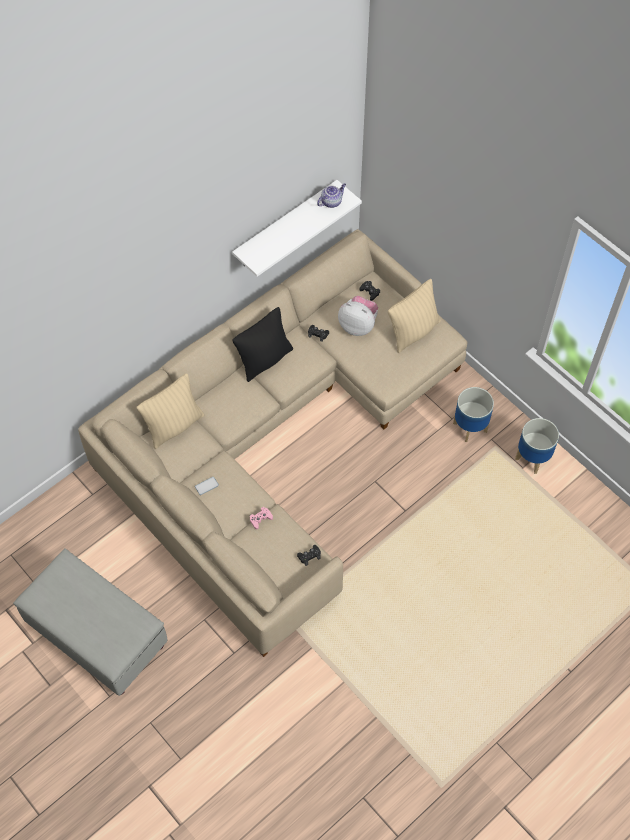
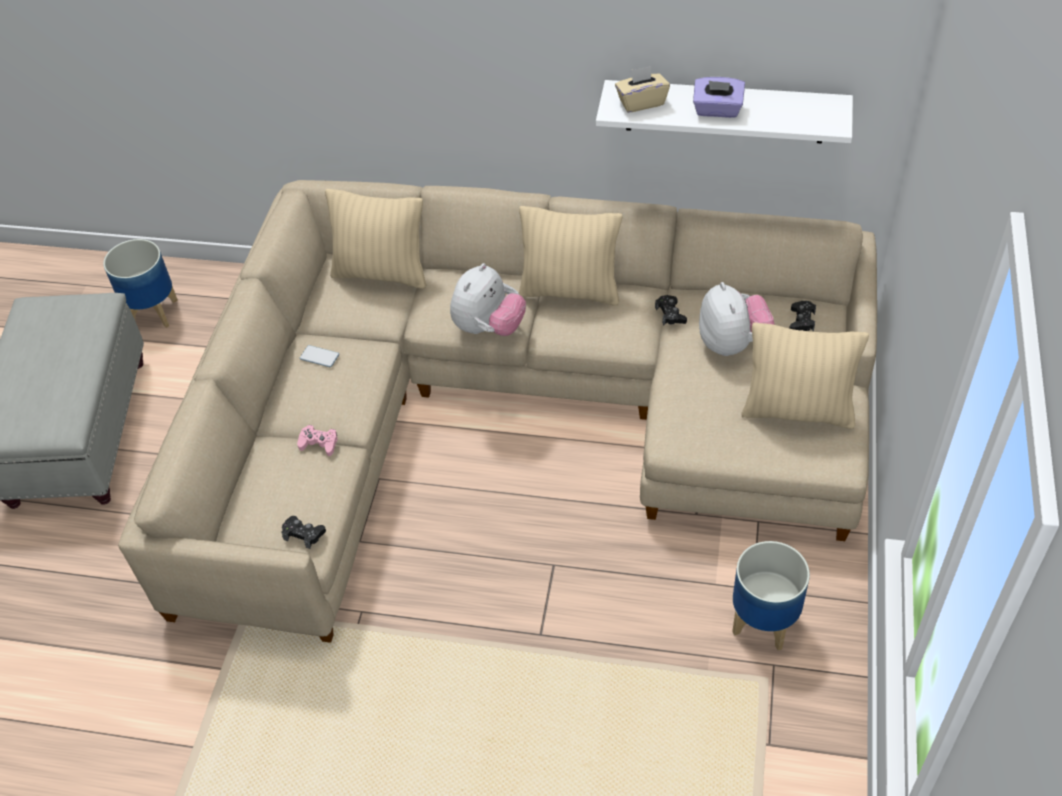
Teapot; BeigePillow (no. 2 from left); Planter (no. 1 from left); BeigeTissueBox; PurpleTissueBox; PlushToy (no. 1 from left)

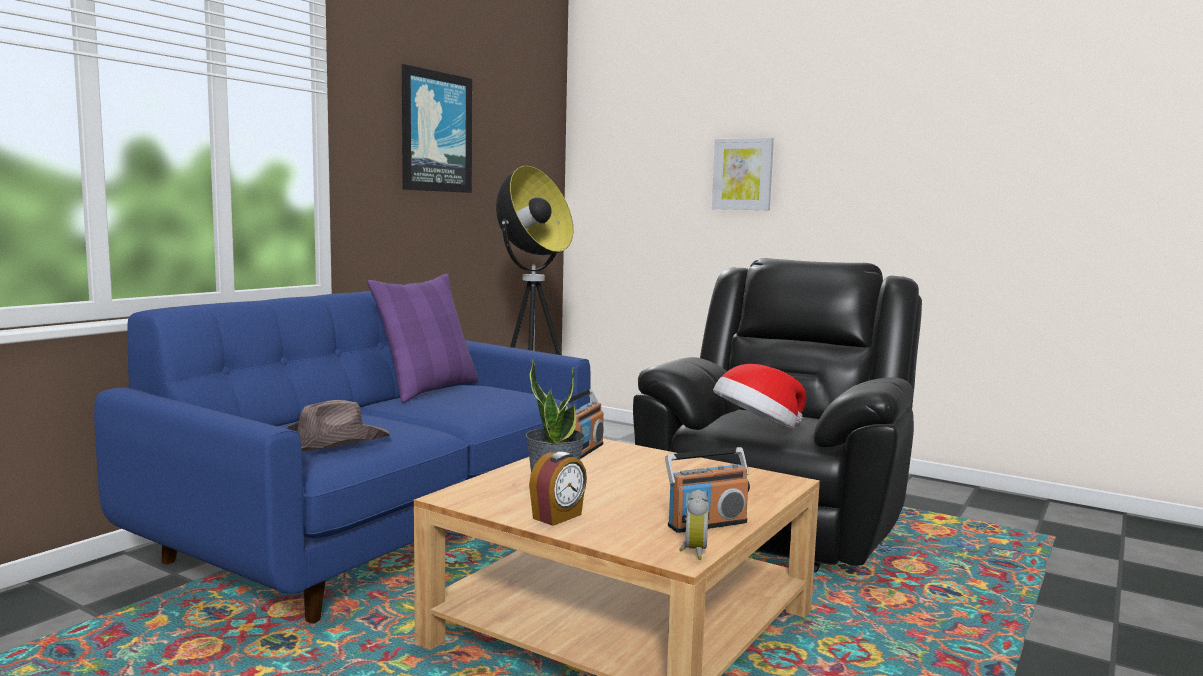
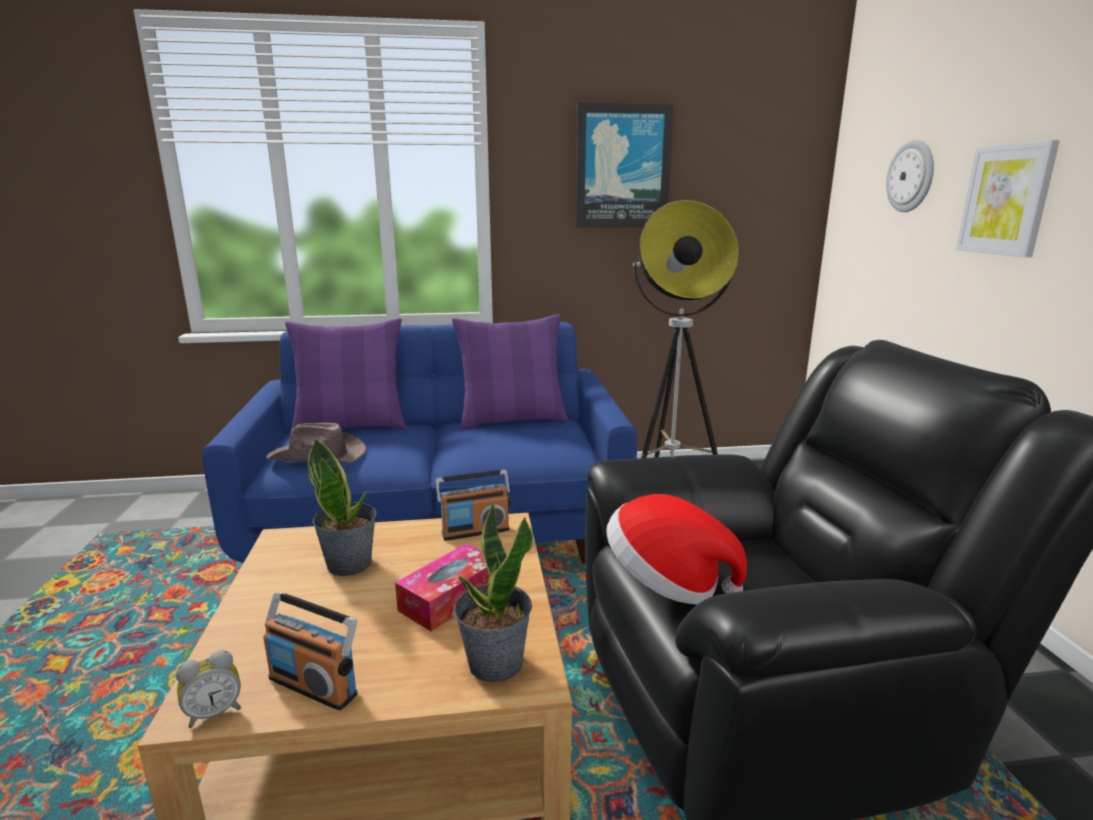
AlarmClock (no. 1 from left in the first image); WallClock; PurplePillow (no. 1 from left); PottedPlant (no. 2 from left); TissueBox

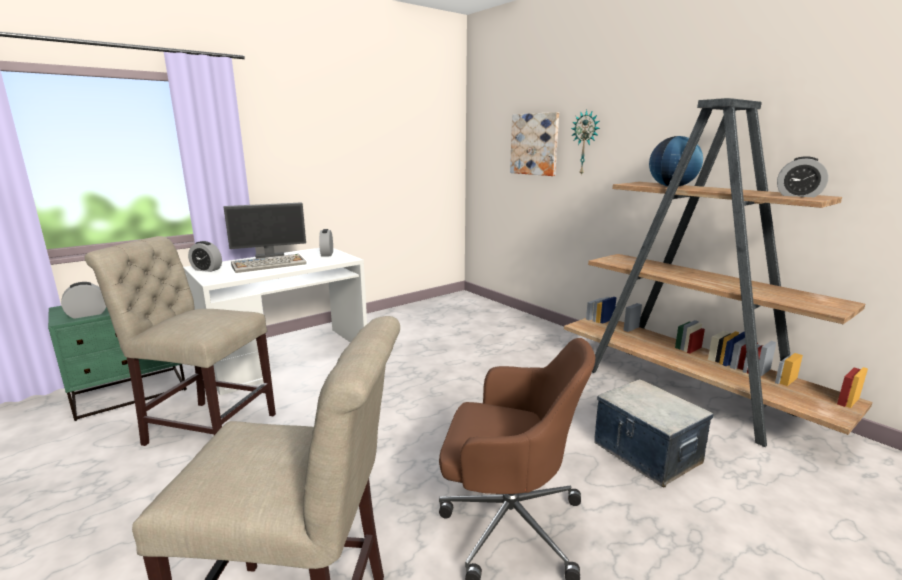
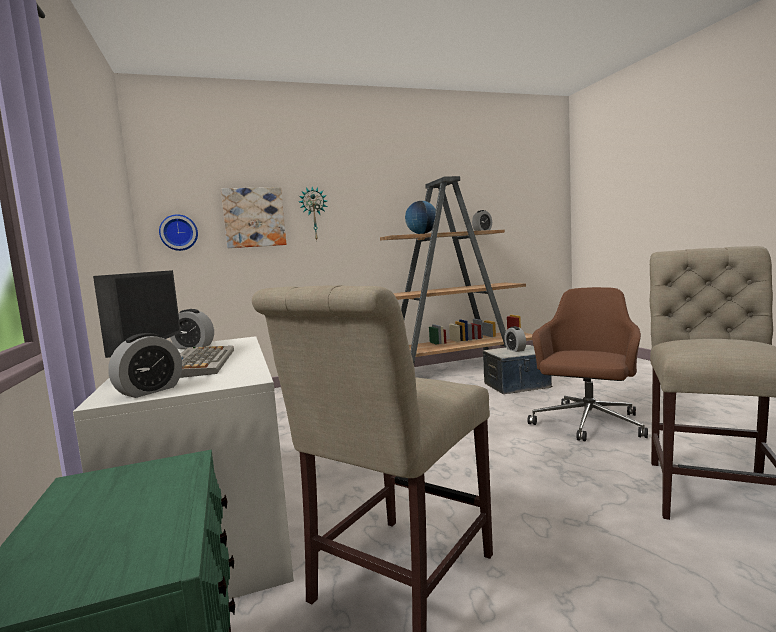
AlarmClock (no. 4 from left); WallClock (no. 1 from left)

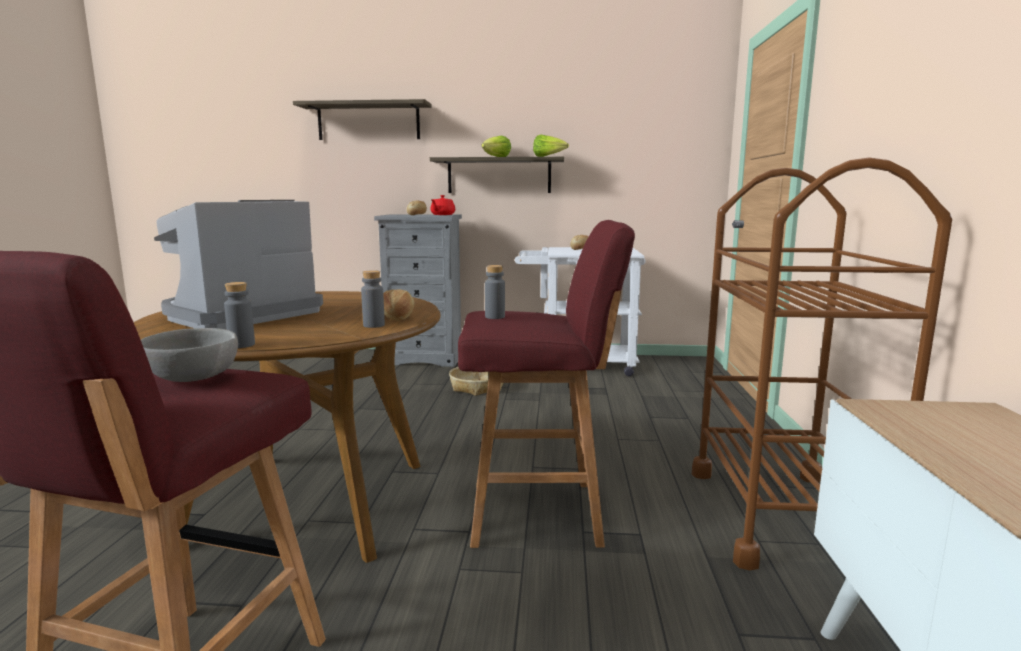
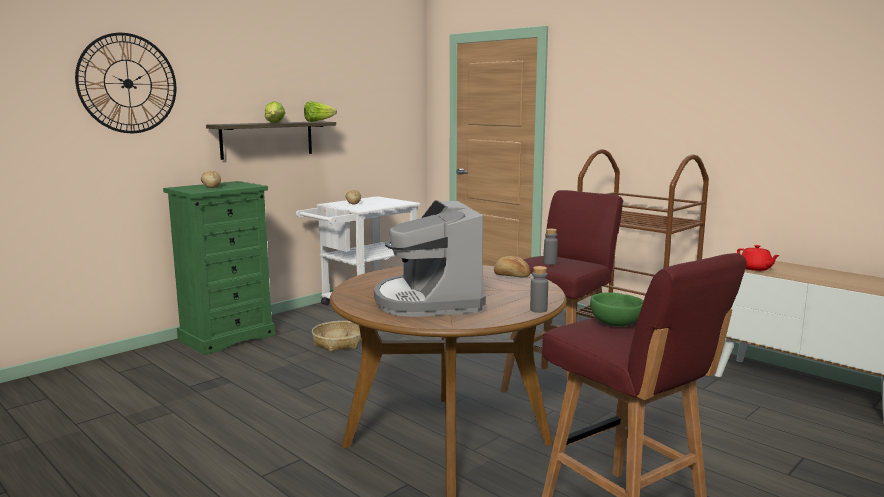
WallClock; RedTeapot; GreenDresser; GreyBottle (no. 2 from left in the first image); GreenBowl

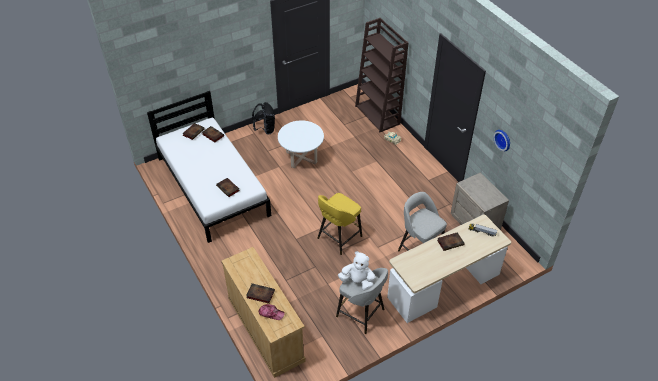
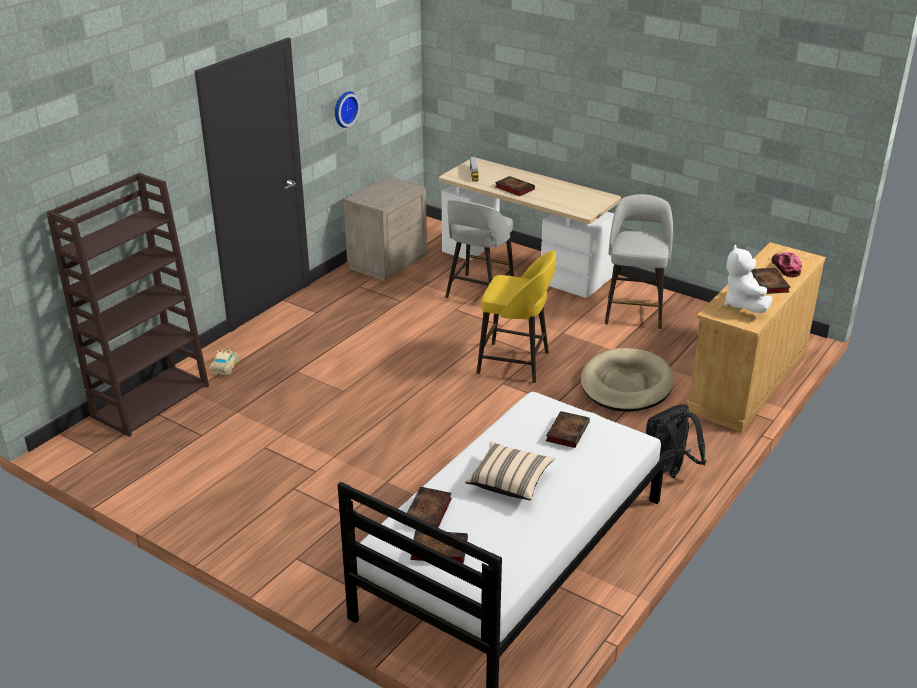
BlackBackpack; WhiteCoffeeTable; WhitePlushToy; BeigeDogBed; BeigePillow

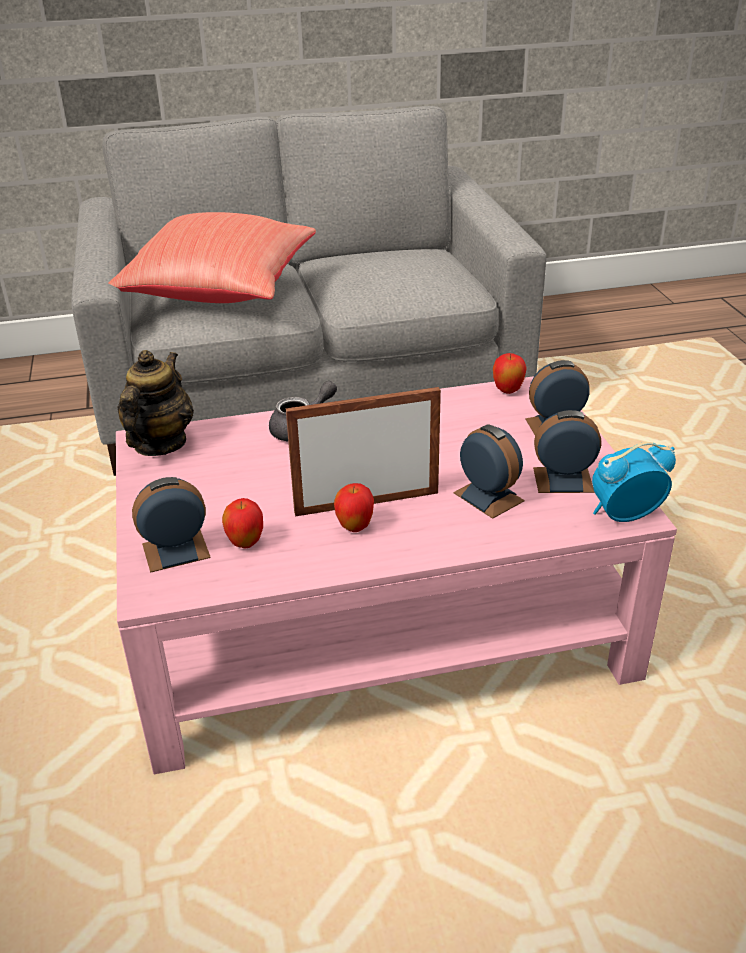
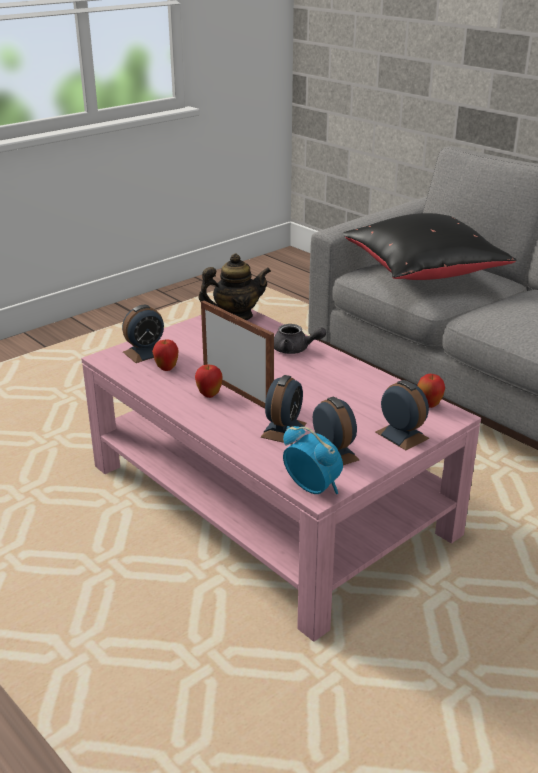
BlackPillow; AlarmClock (no. 1 from left)

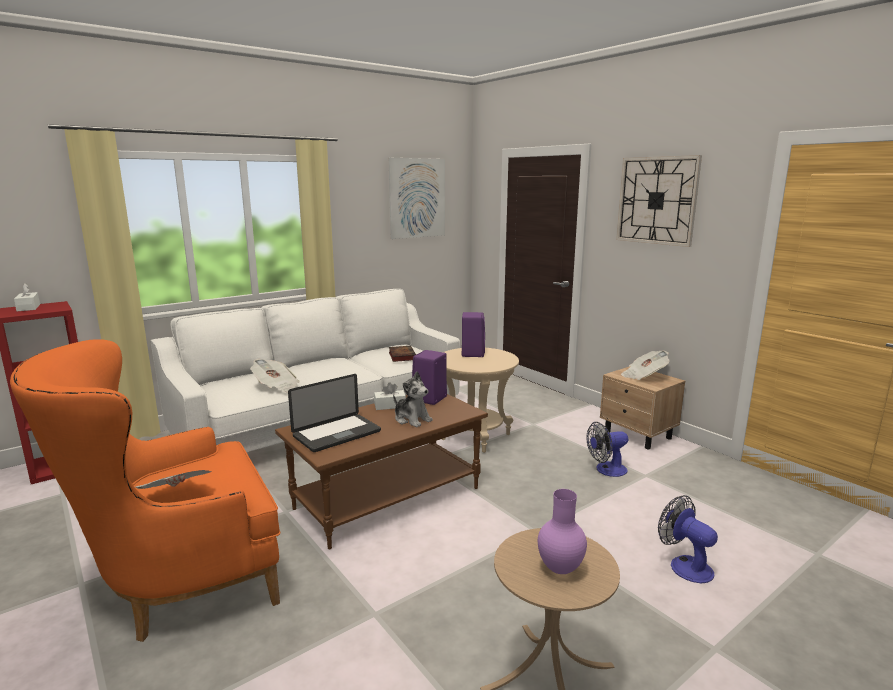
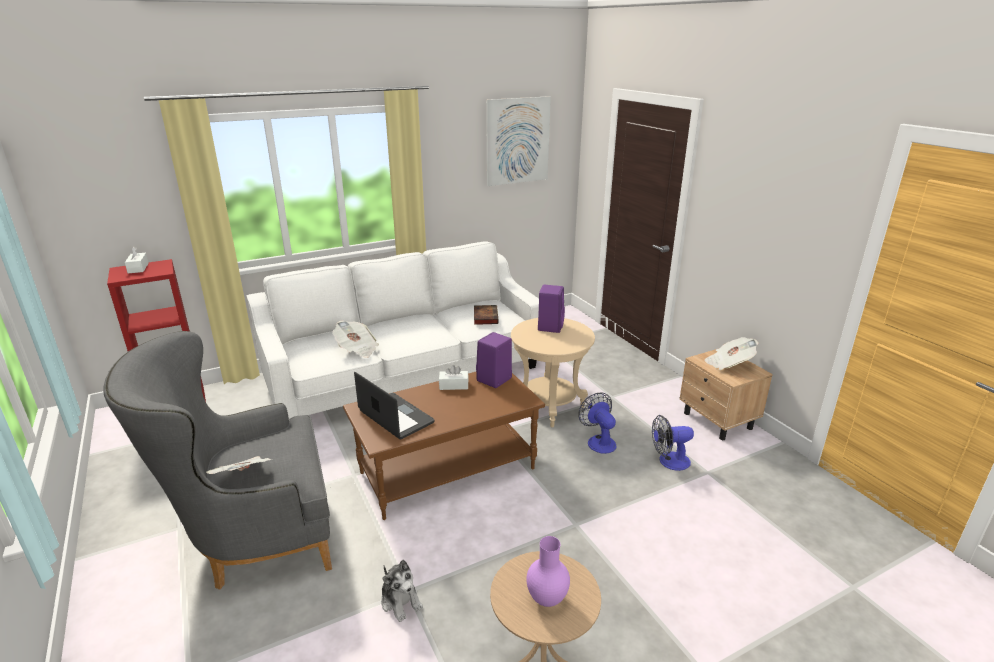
WallClock; GreyArmchair; PlushToy; Laptop; Fan (no. 1 from left)

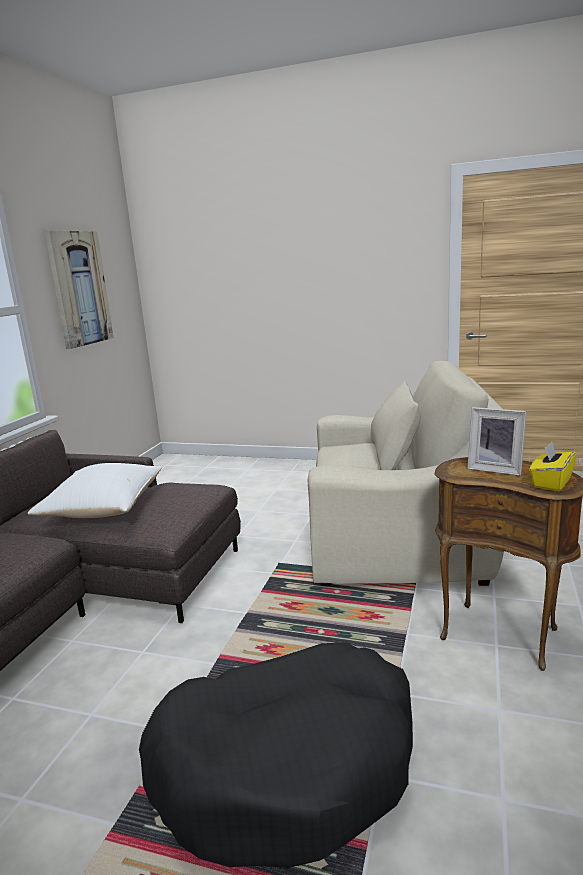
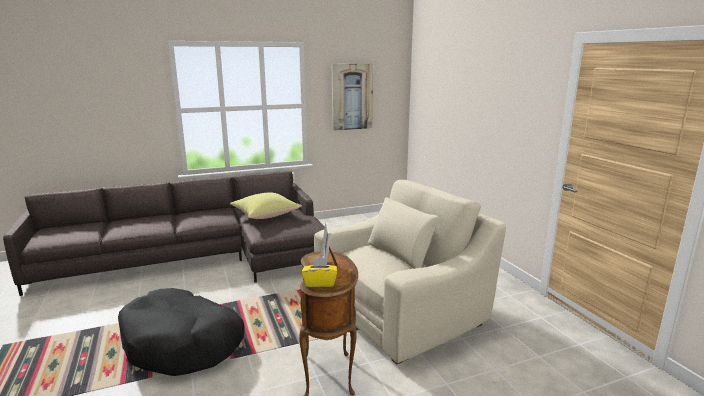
BeigeArmchair; YellowPillow

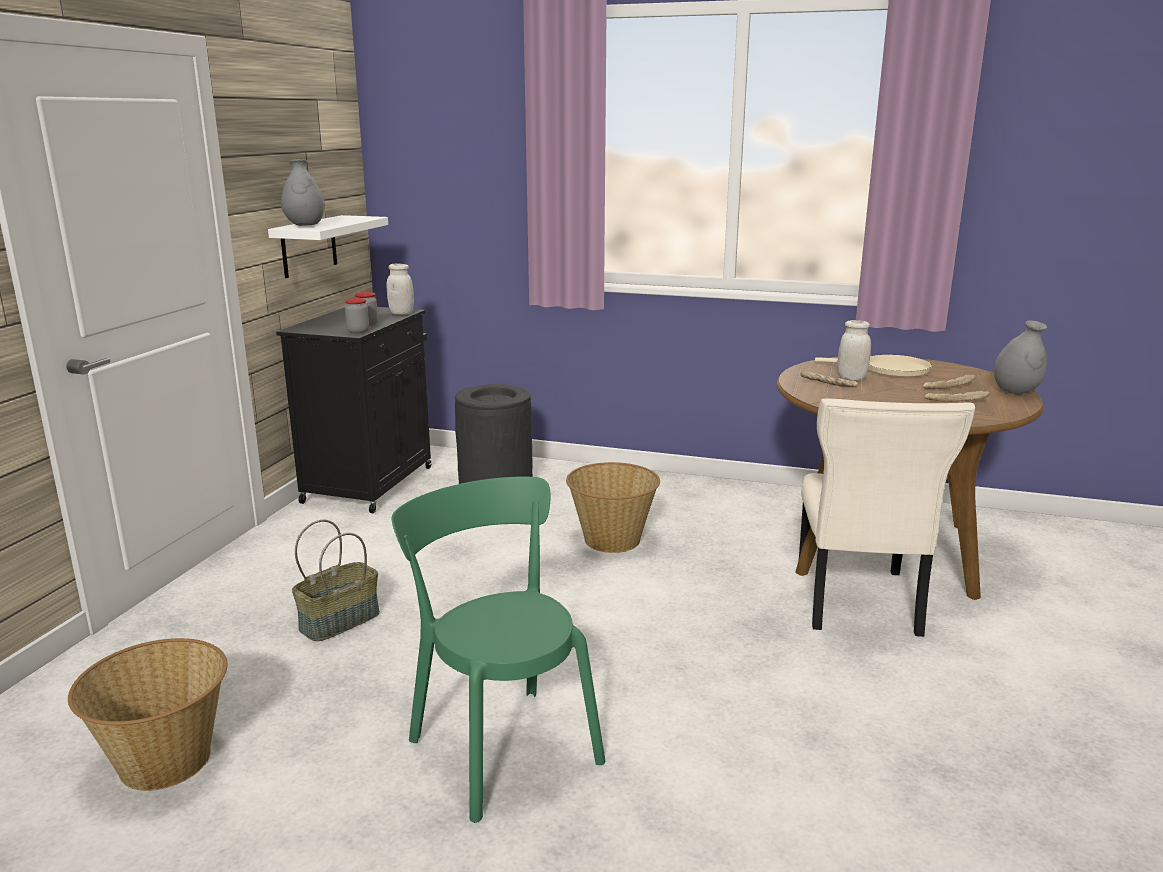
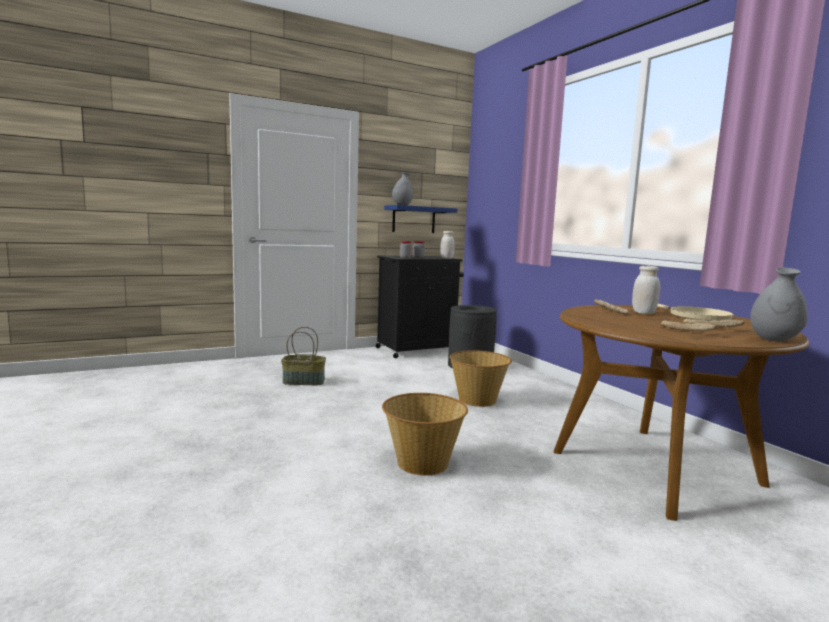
BlueShelf; BeigeChair; GreenChair; Basket (no. 2 from left)

